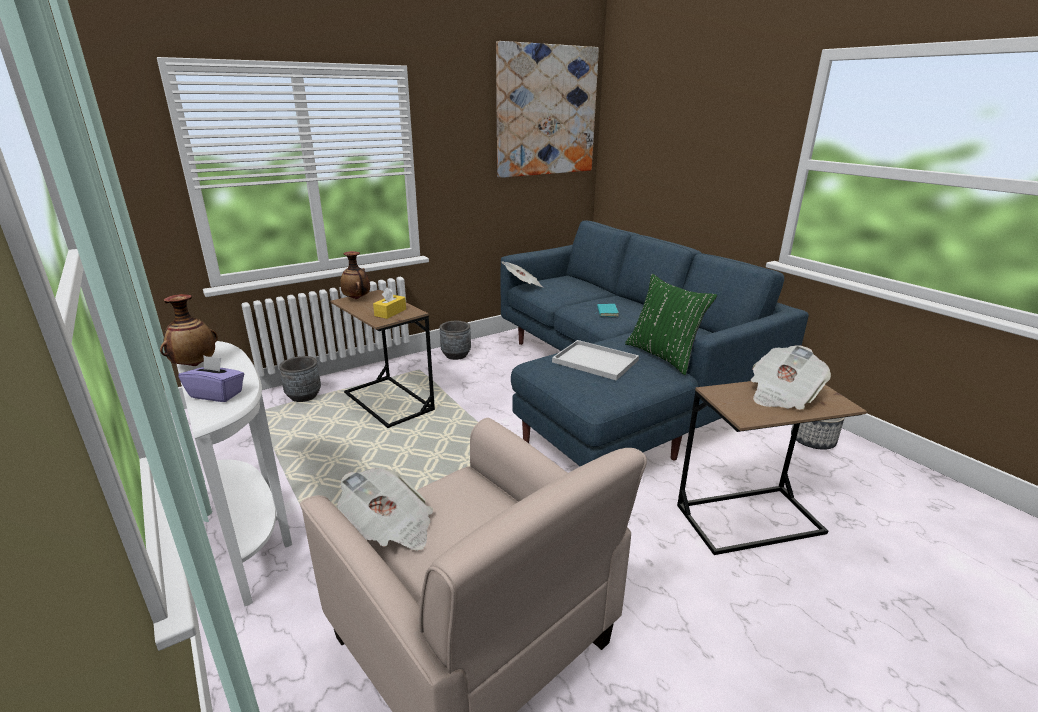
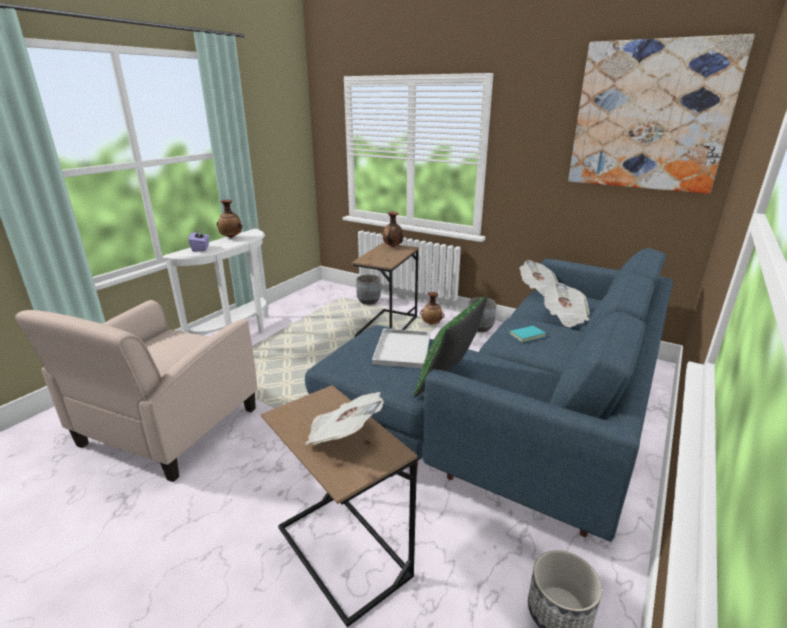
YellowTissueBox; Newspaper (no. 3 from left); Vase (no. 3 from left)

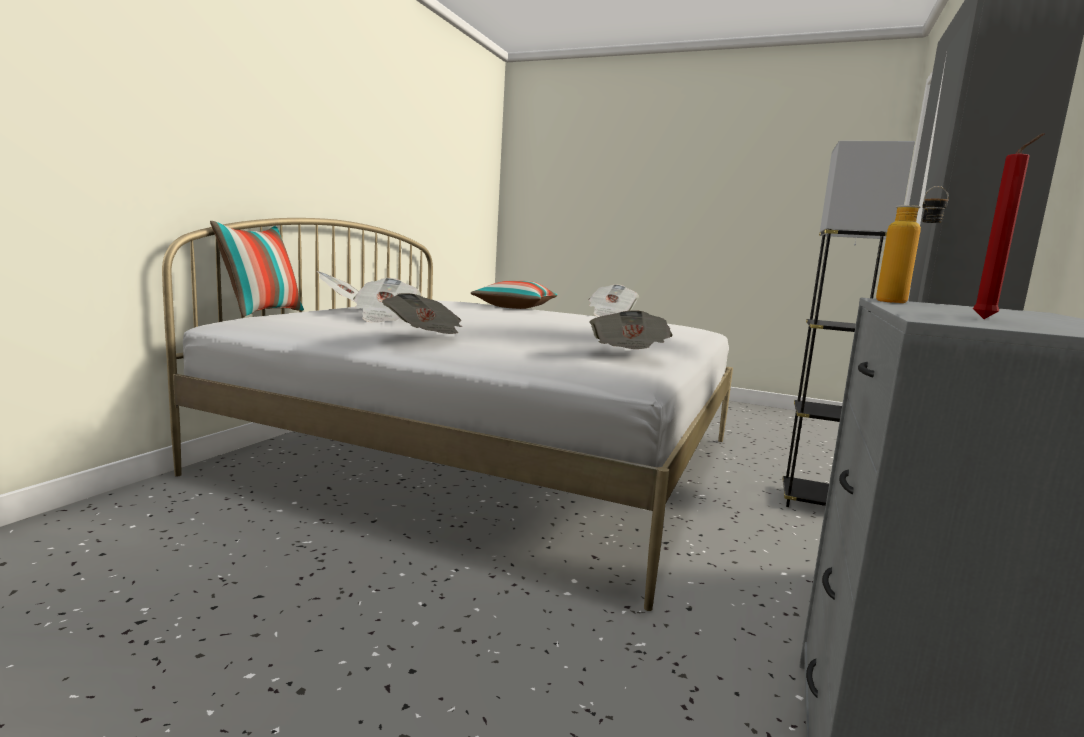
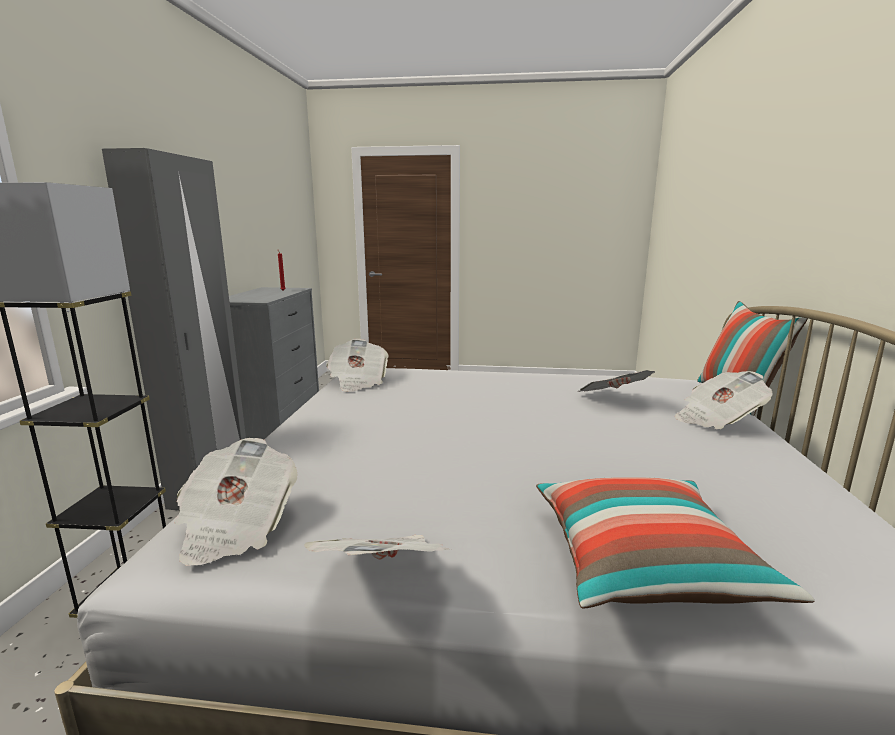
Bottle; Newspaper (no. 1 from left)

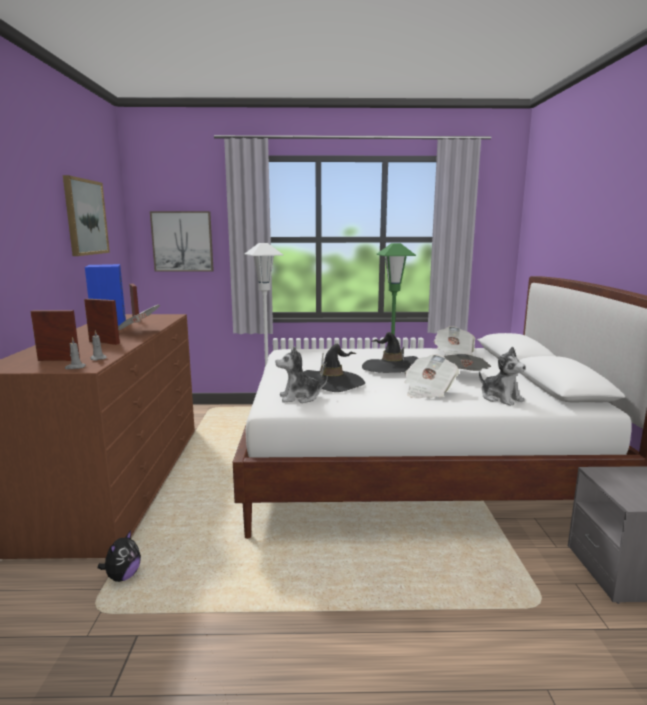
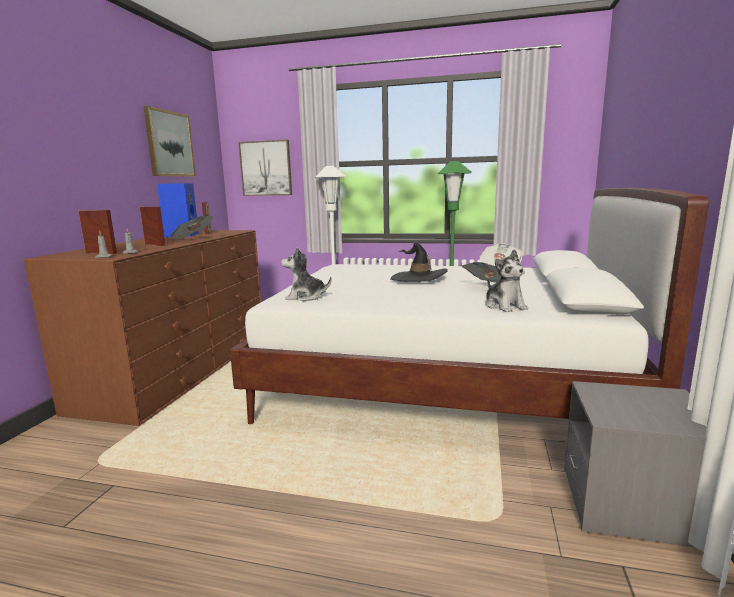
BlackHat (no. 1 from left in the first image); Newspaper (no. 2 from left in the first image); PlushToy (no. 1 from left in the first image)

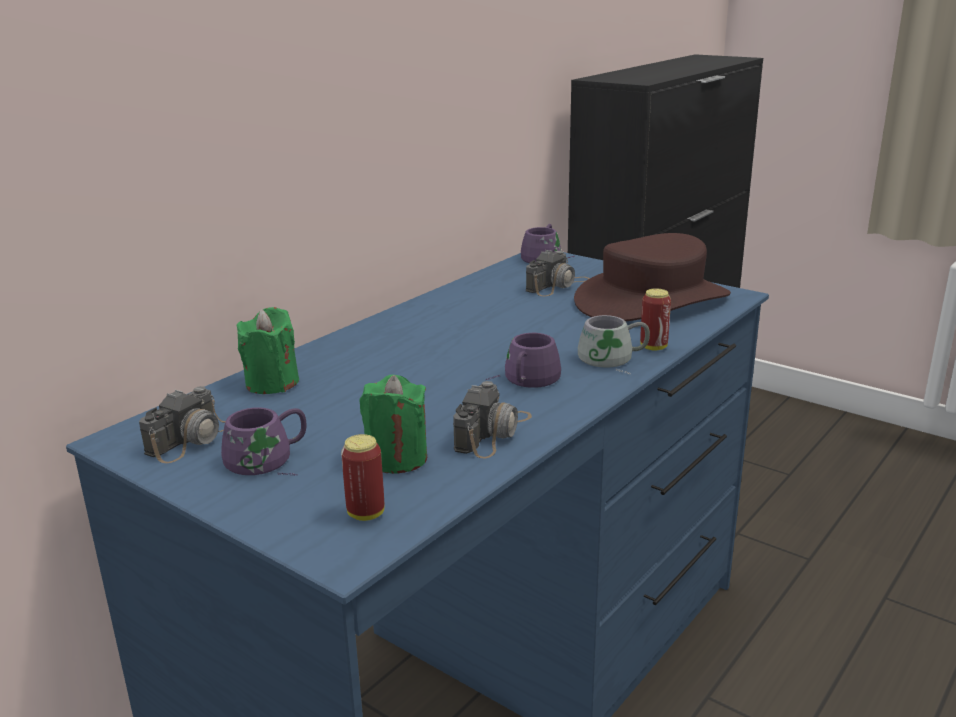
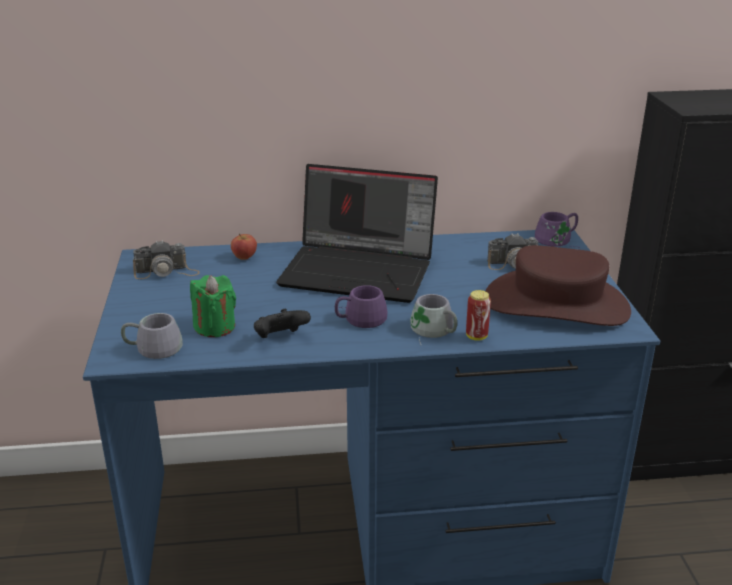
Apple; BlackGameController; PurpleMug (no. 1 from left in the first image); GreyMug (no. 1 from left); Laptop

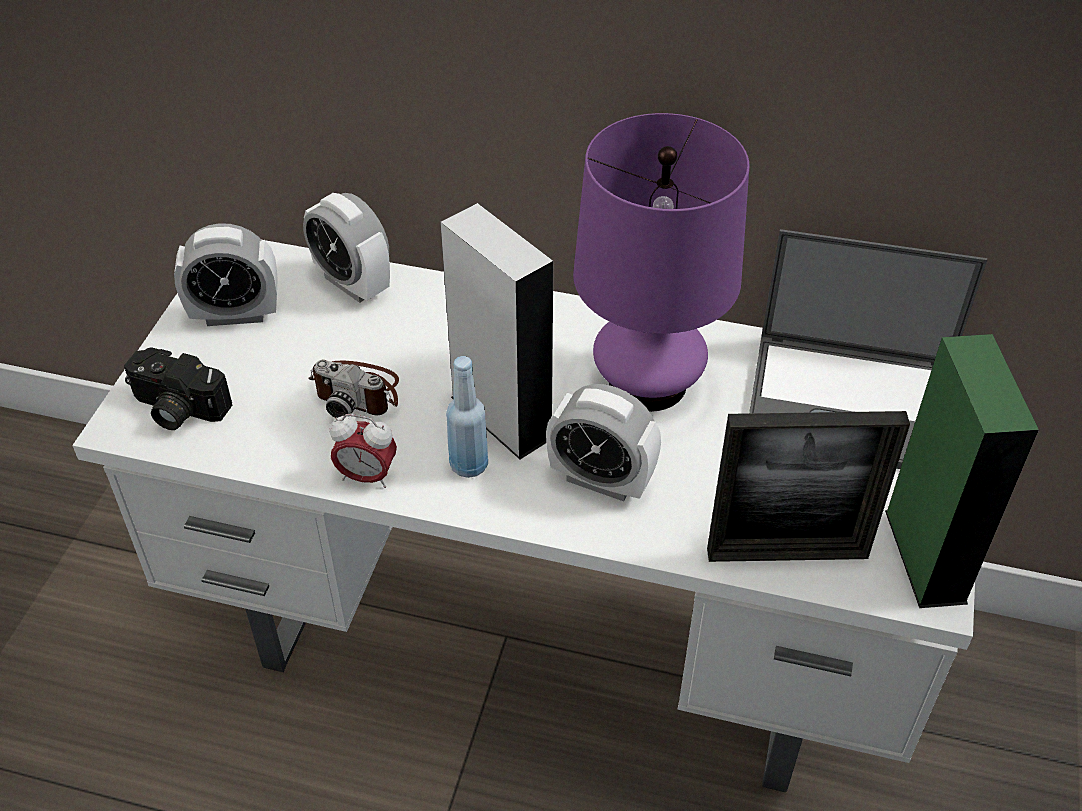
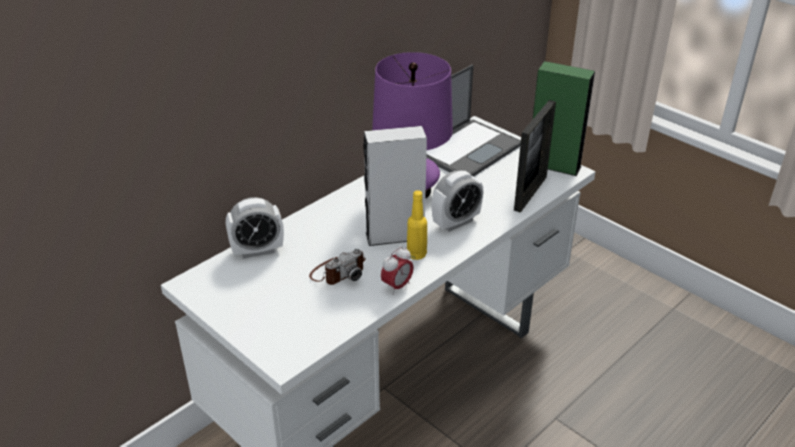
AlarmClock (no. 1 from left in the first image); PhotoCamera (no. 1 from left in the first image); YellowBottle

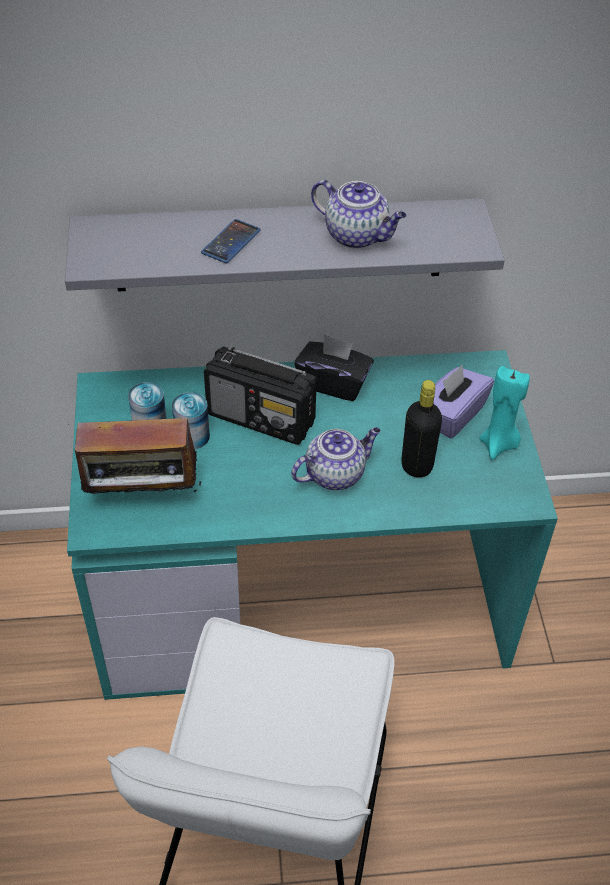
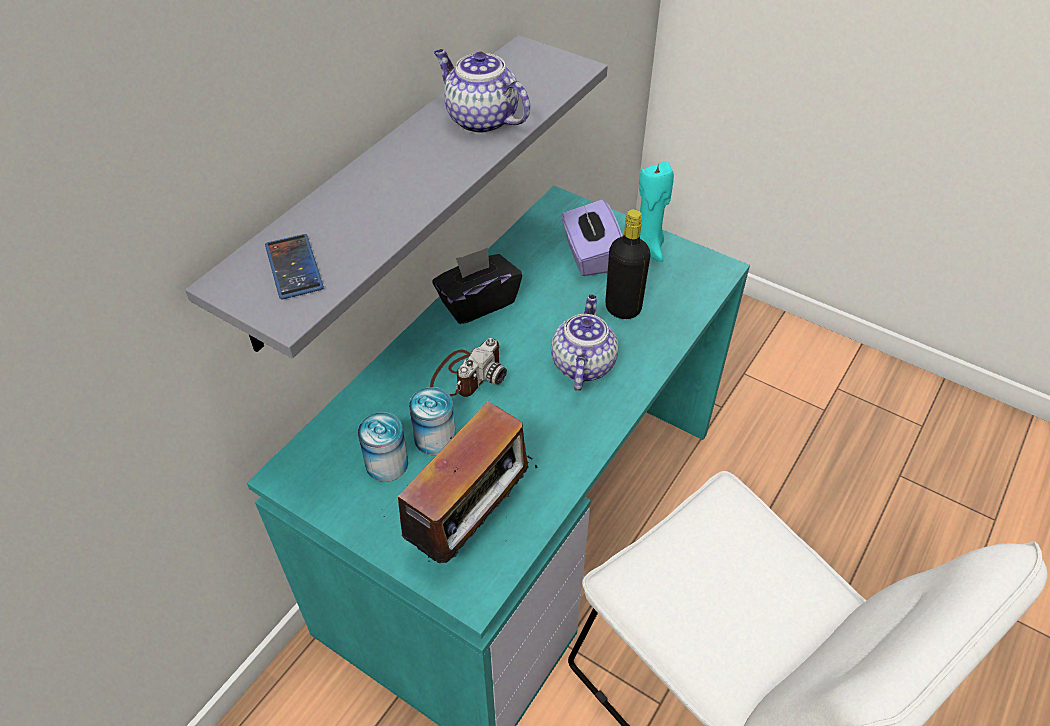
Teapot (no. 1 from left); Phone; PhotoCamera

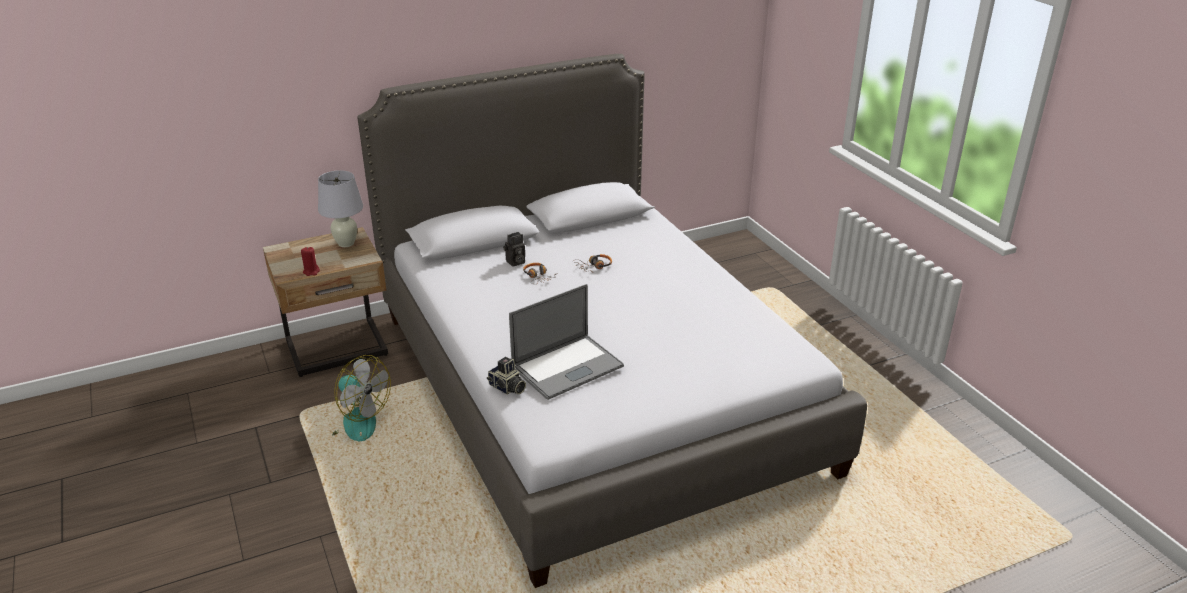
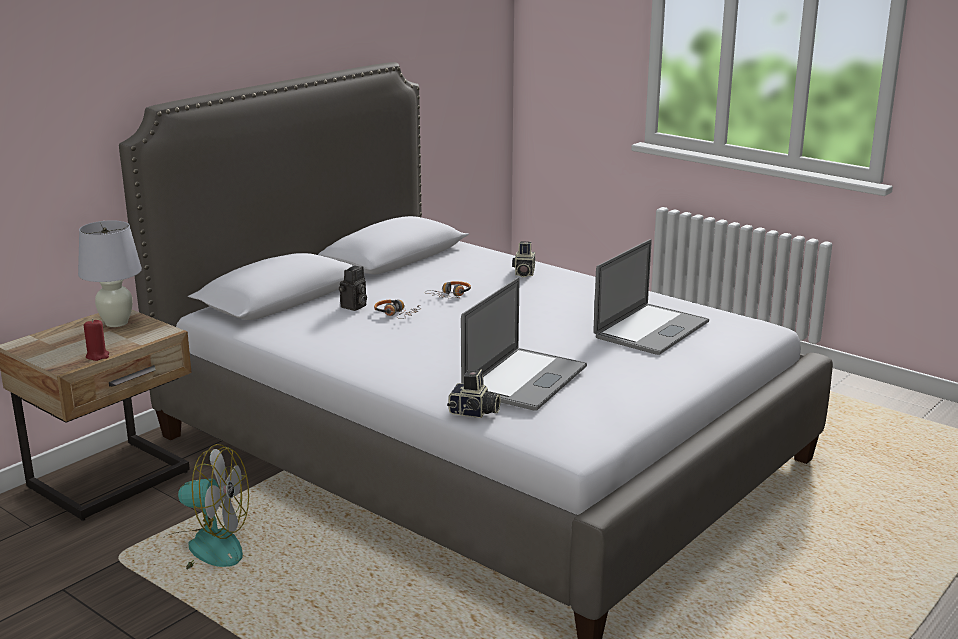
Laptop (no. 2 from left); PhotoCamera (no. 3 from left)

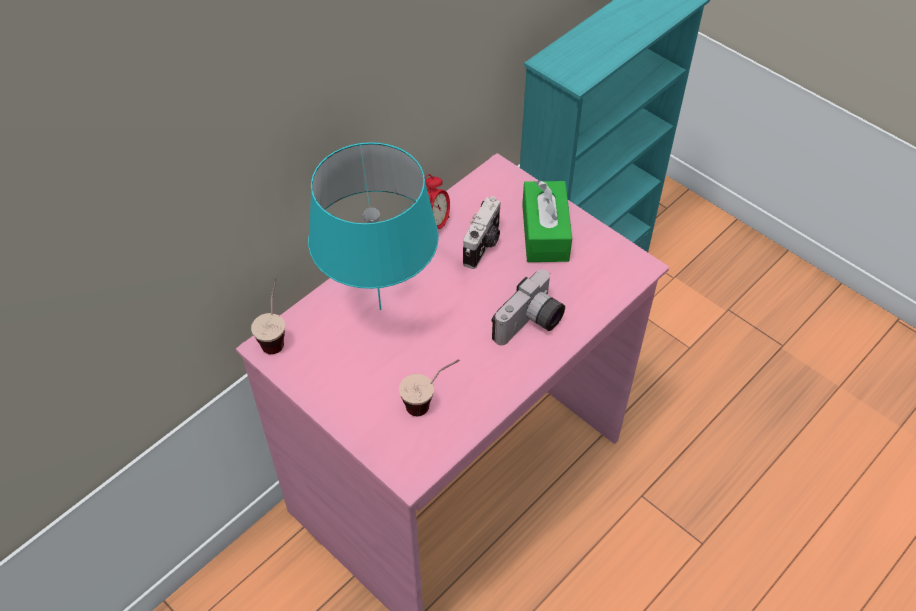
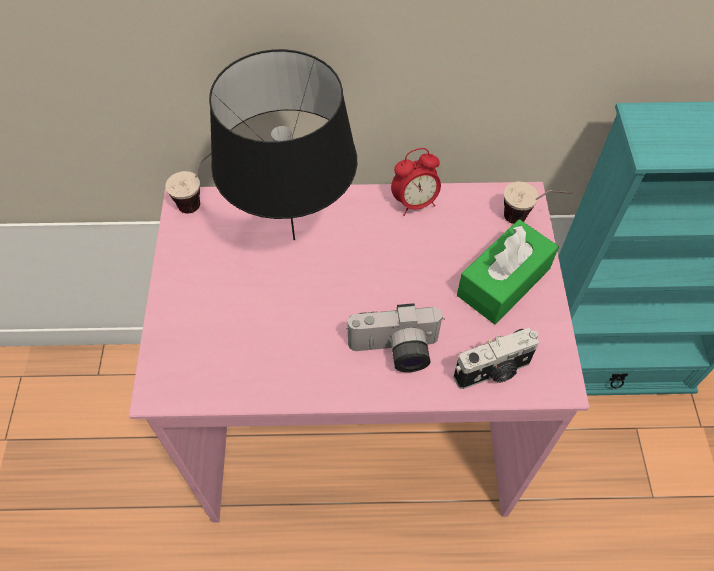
BlackTableLamp; PhotoCamera (no. 2 from left); Cup (no. 2 from left)

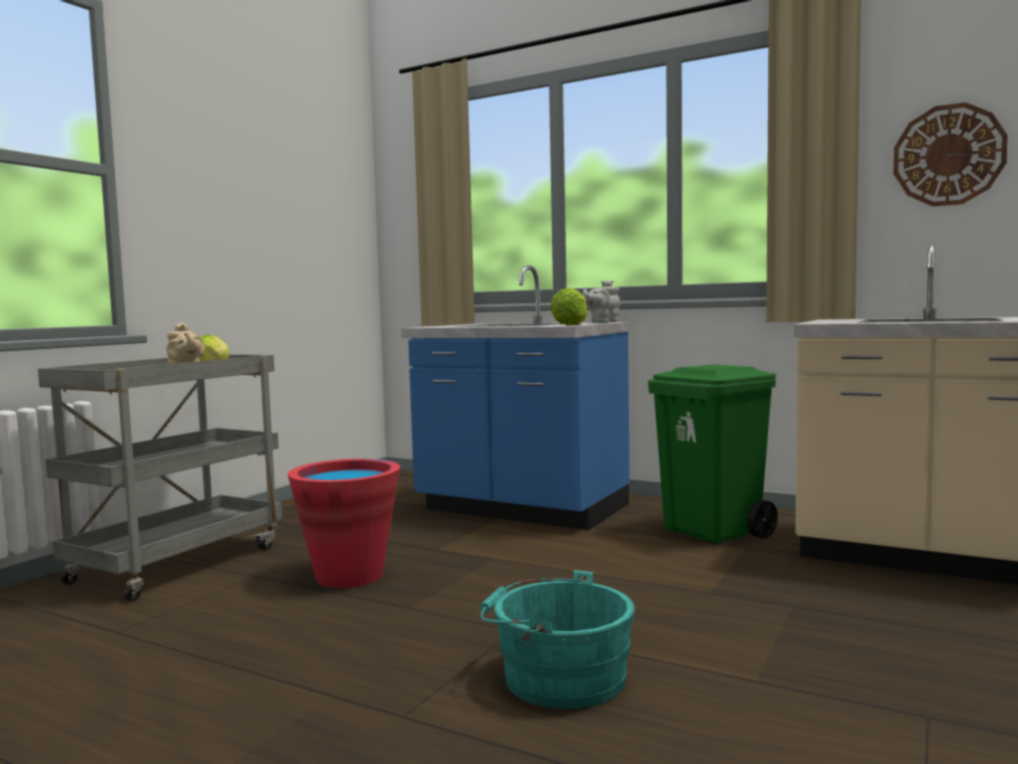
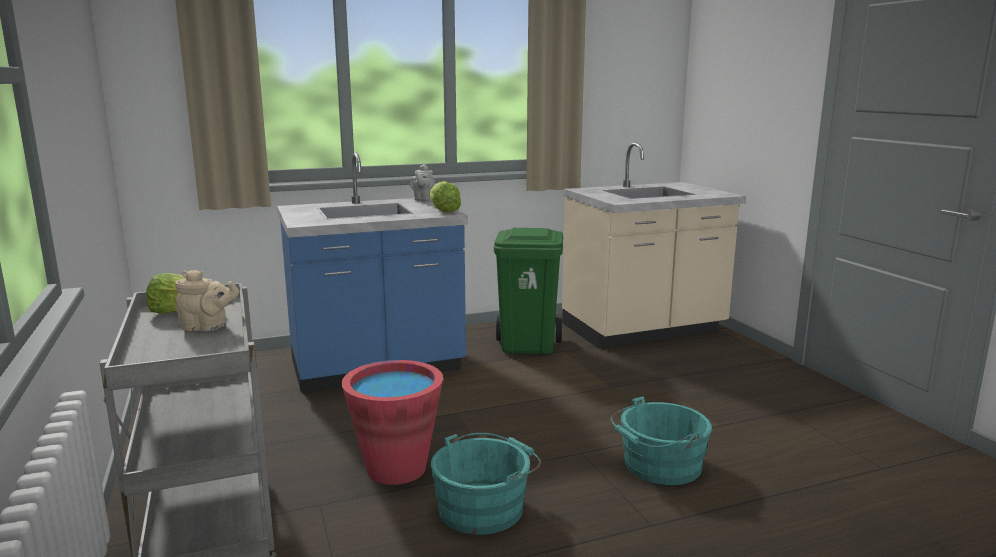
WallClock; TurquoiseBucket (no. 1 from left)

